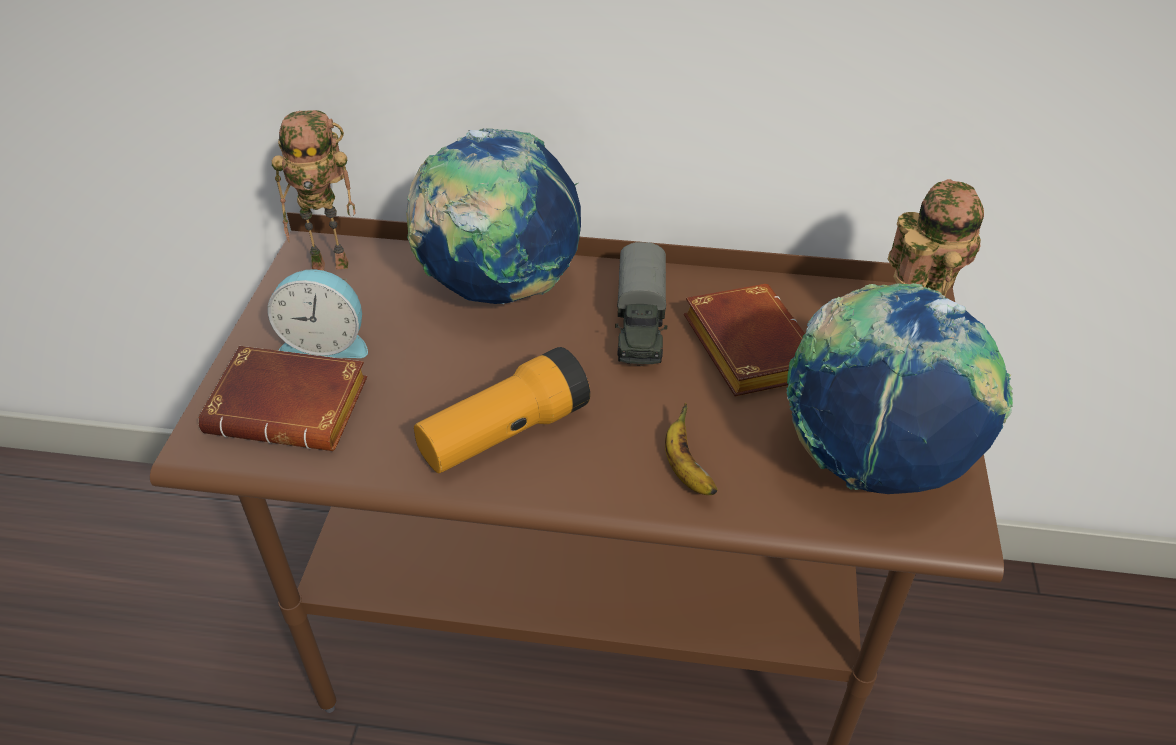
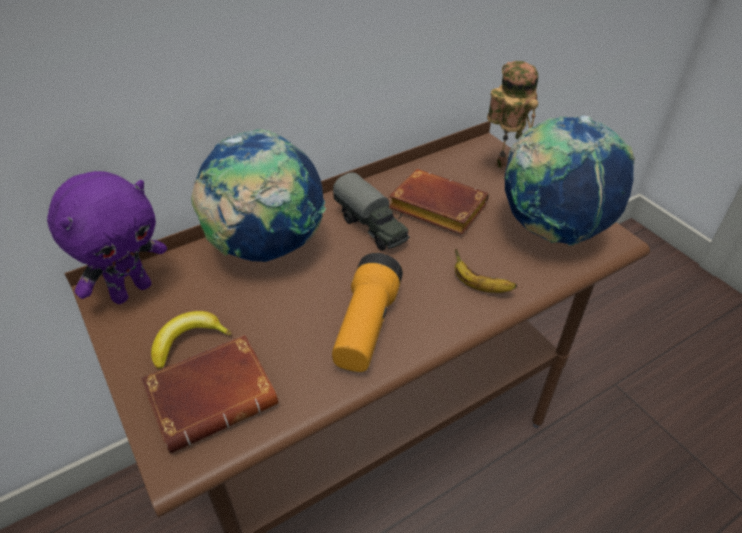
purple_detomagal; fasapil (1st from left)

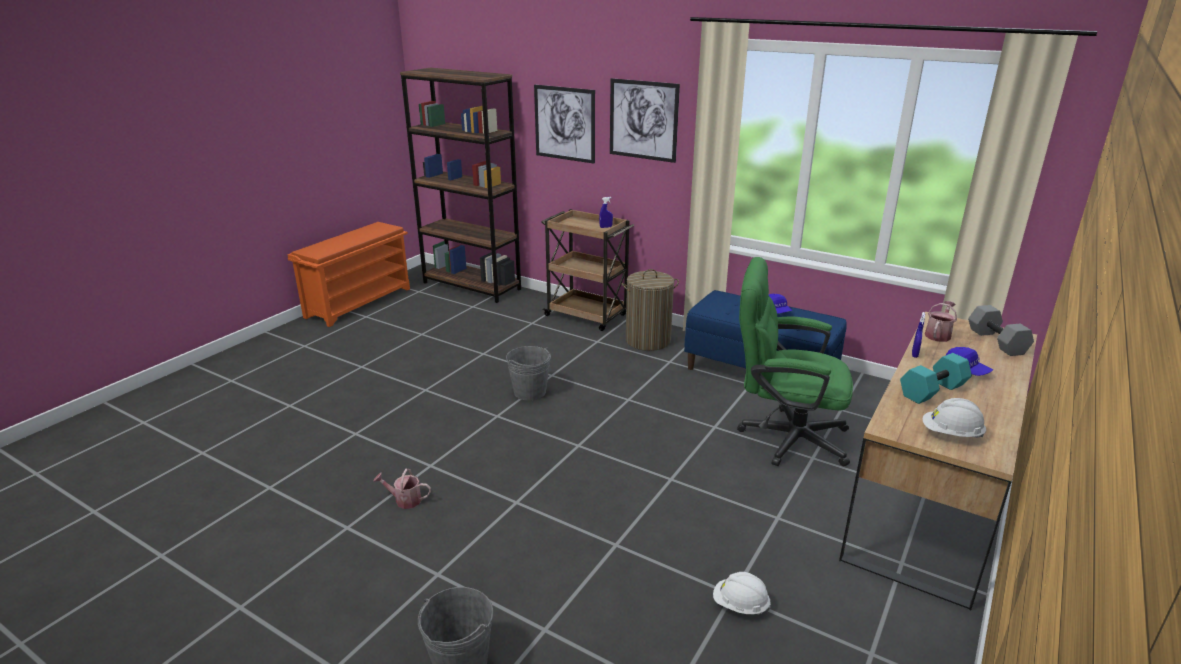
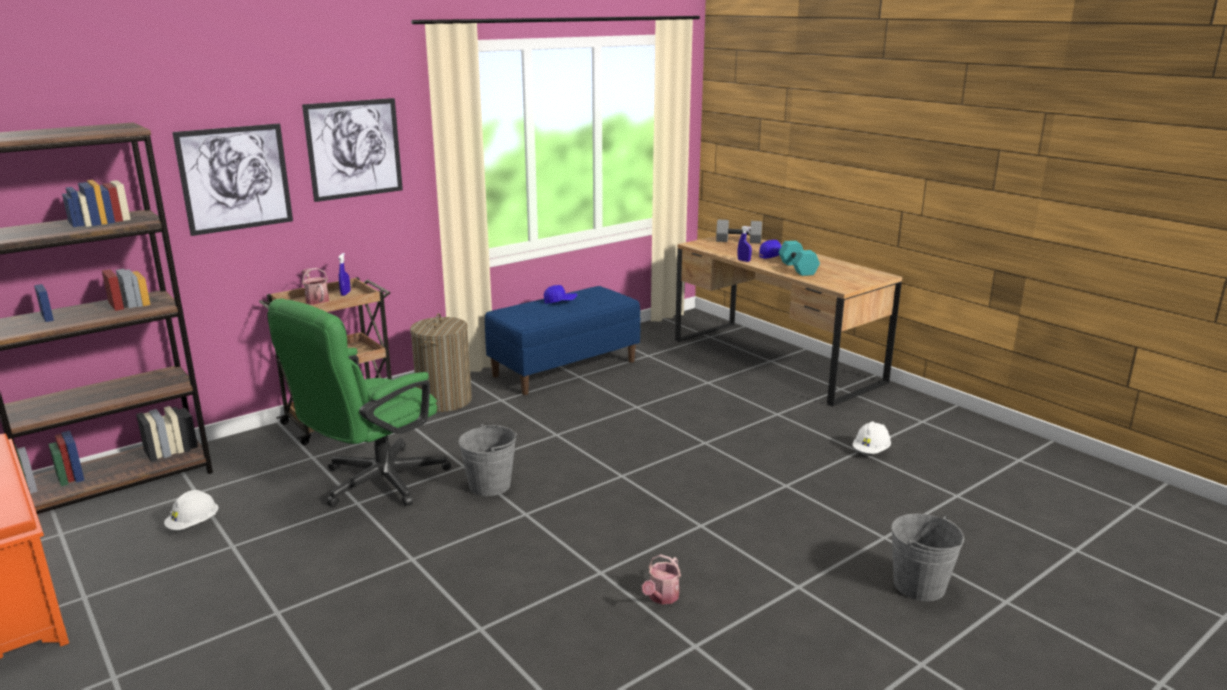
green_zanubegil; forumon (1st from left); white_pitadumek (1st from left)

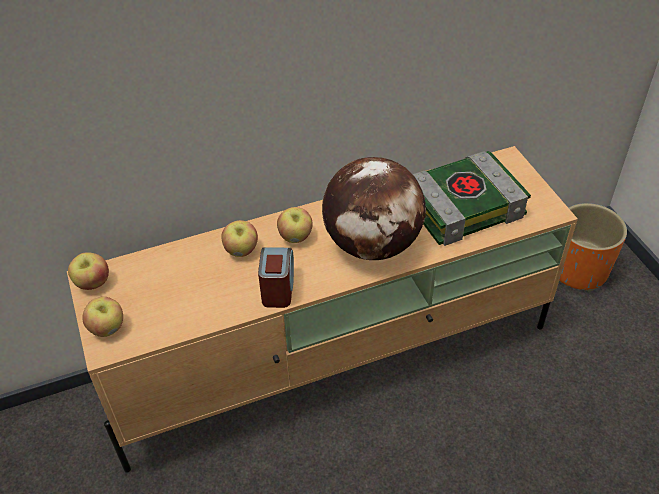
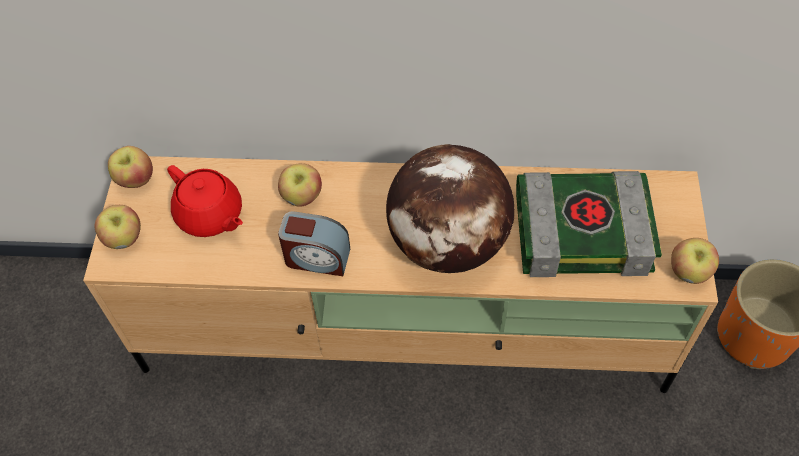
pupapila (4th from left); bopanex; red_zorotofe

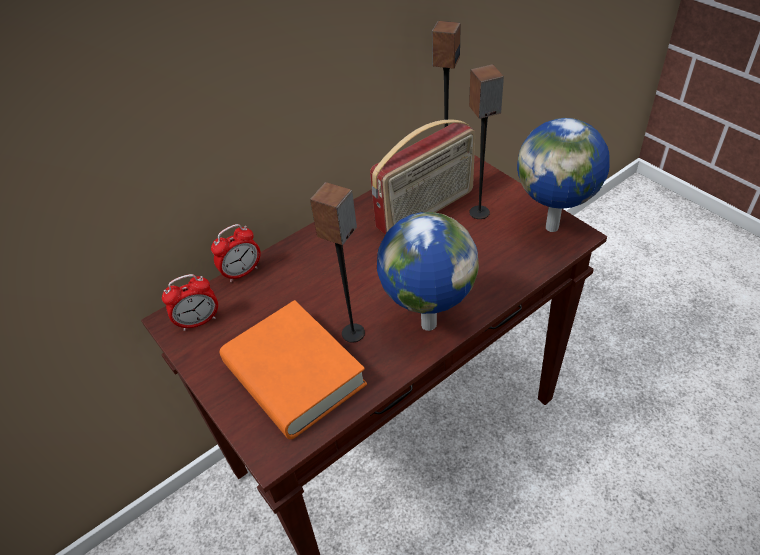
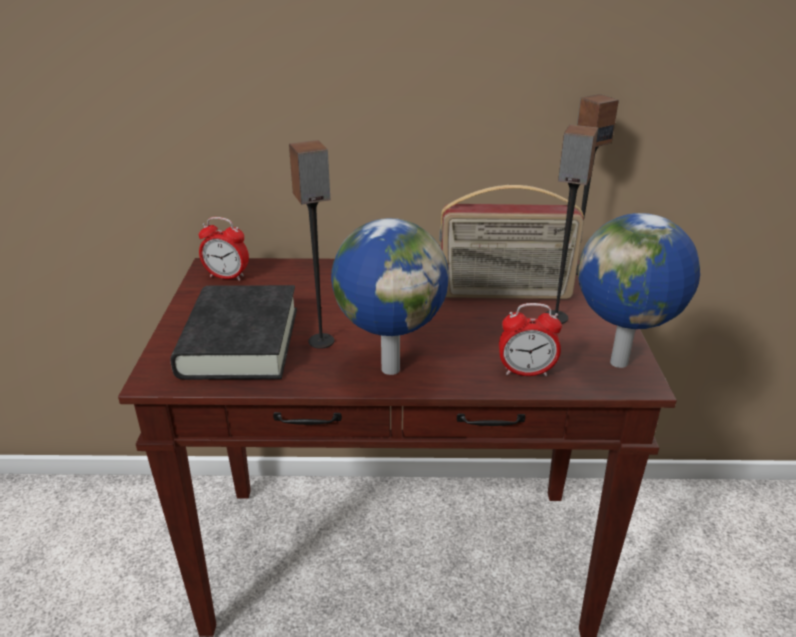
bopanex (2nd from left); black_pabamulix

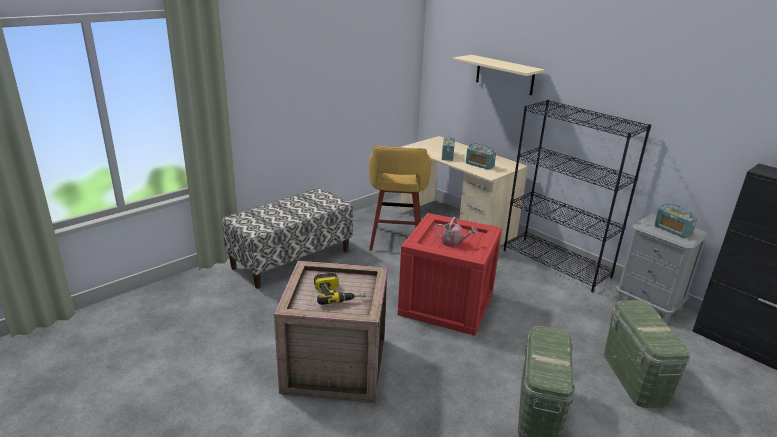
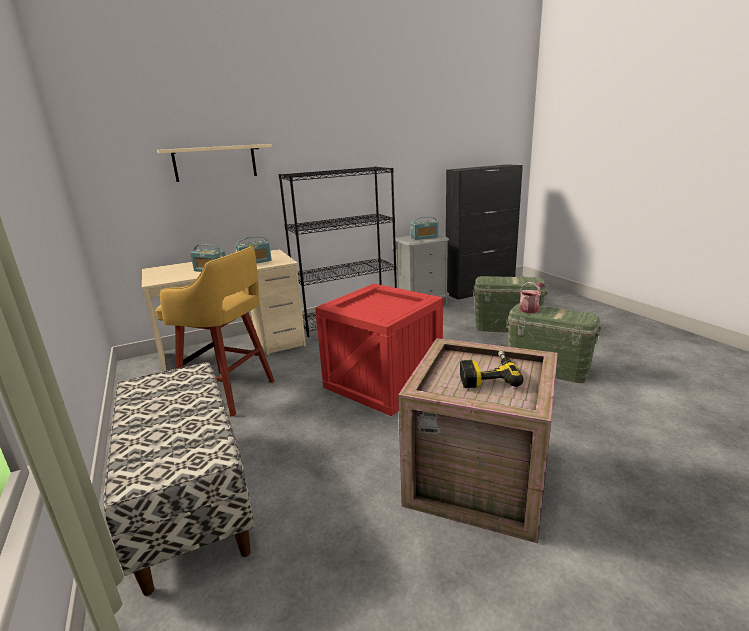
forumon

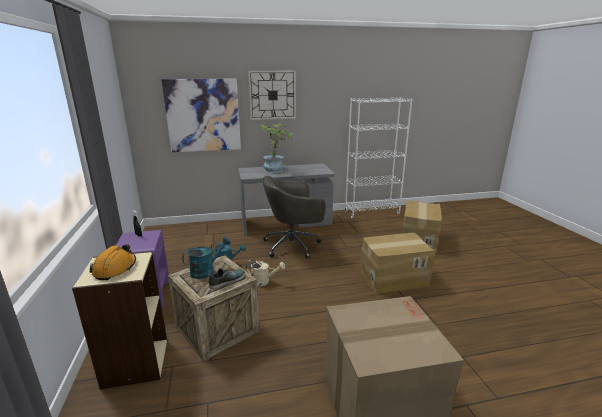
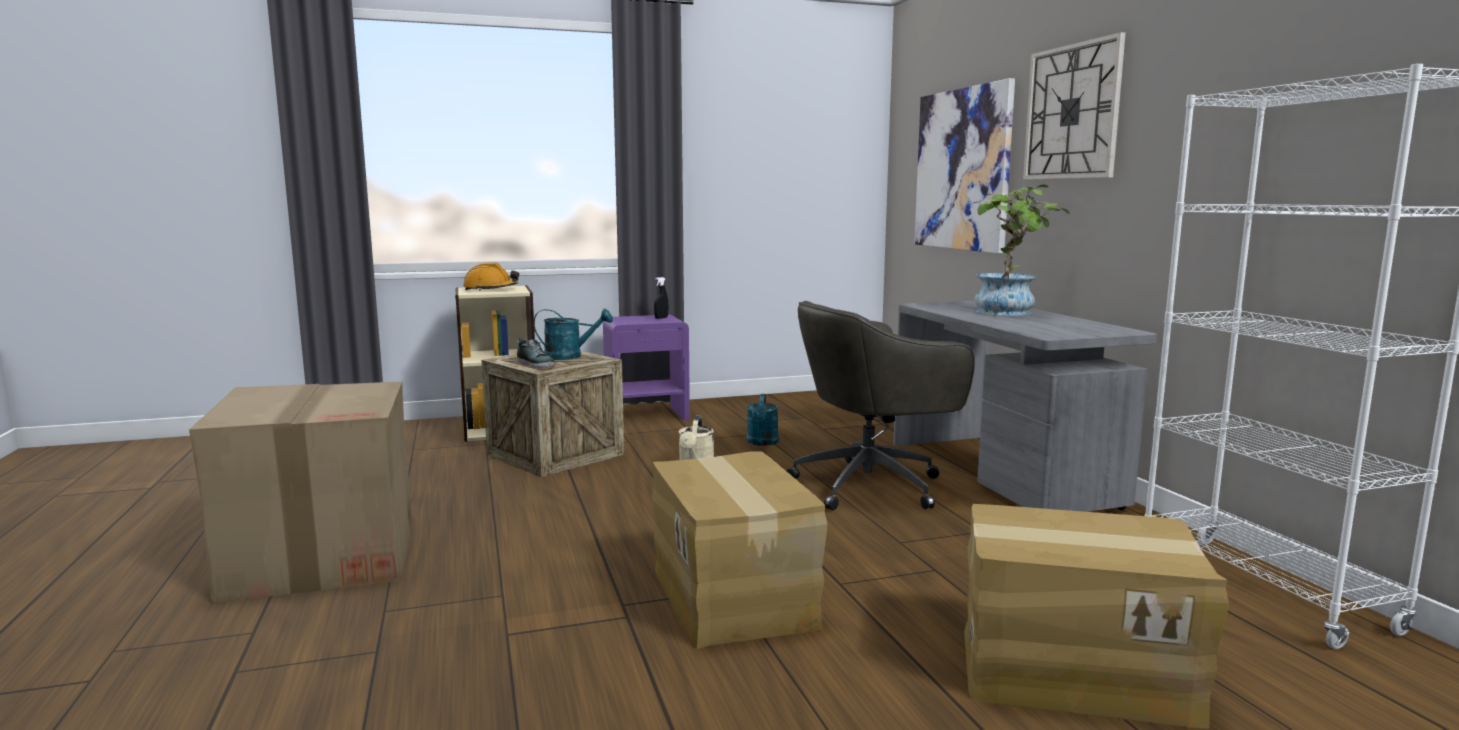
grey_zanubegil; turquoise_forumon (1st from left)

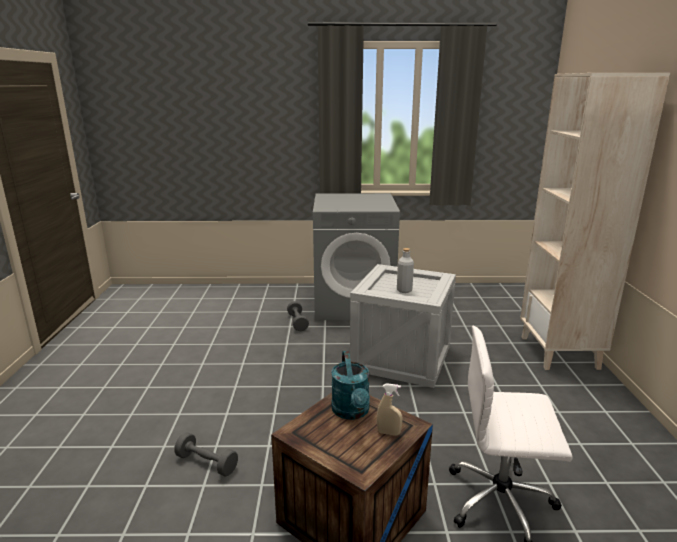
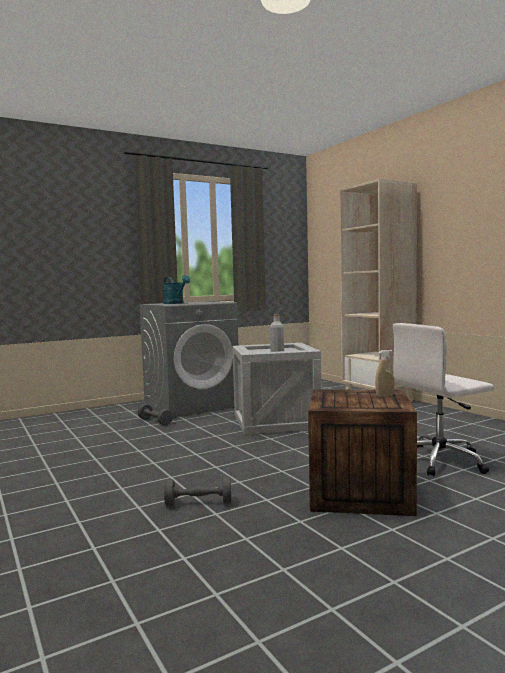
turquoise_forumon

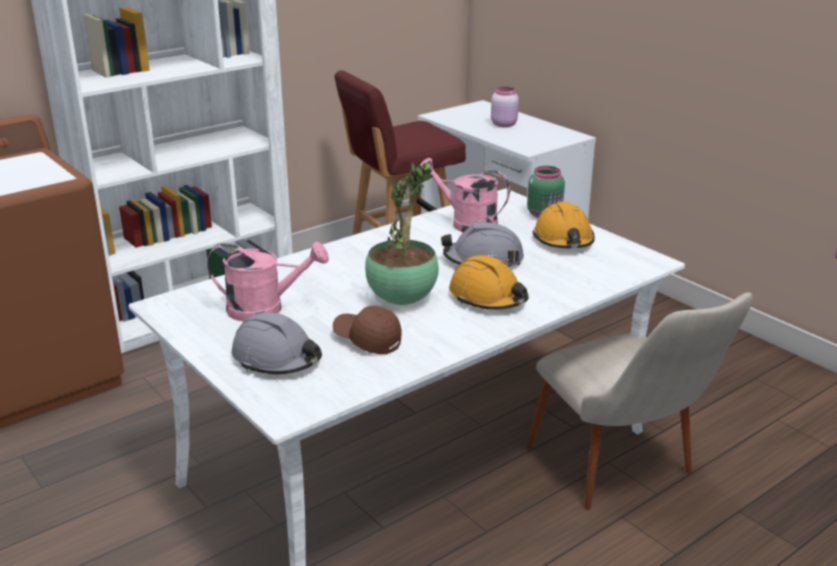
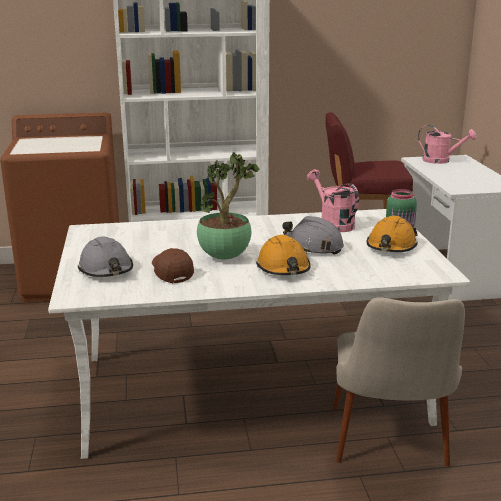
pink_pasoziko; pink_forumon (2nd from left)

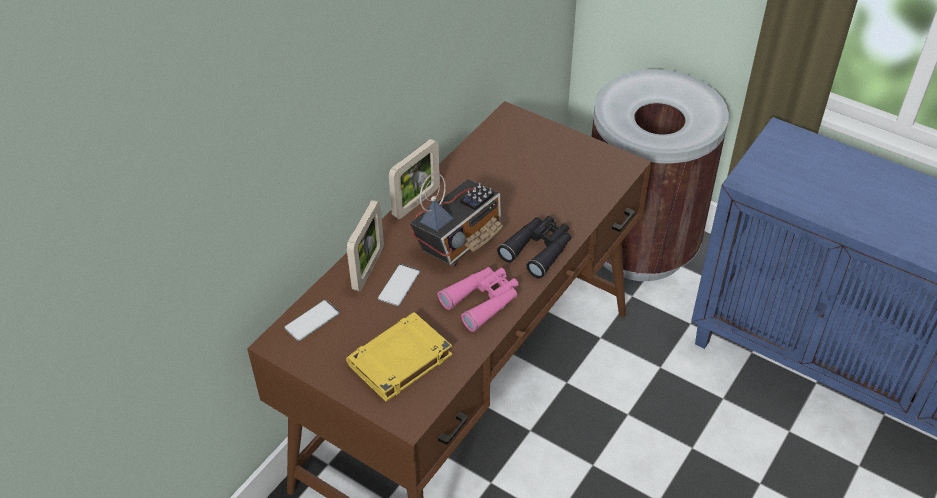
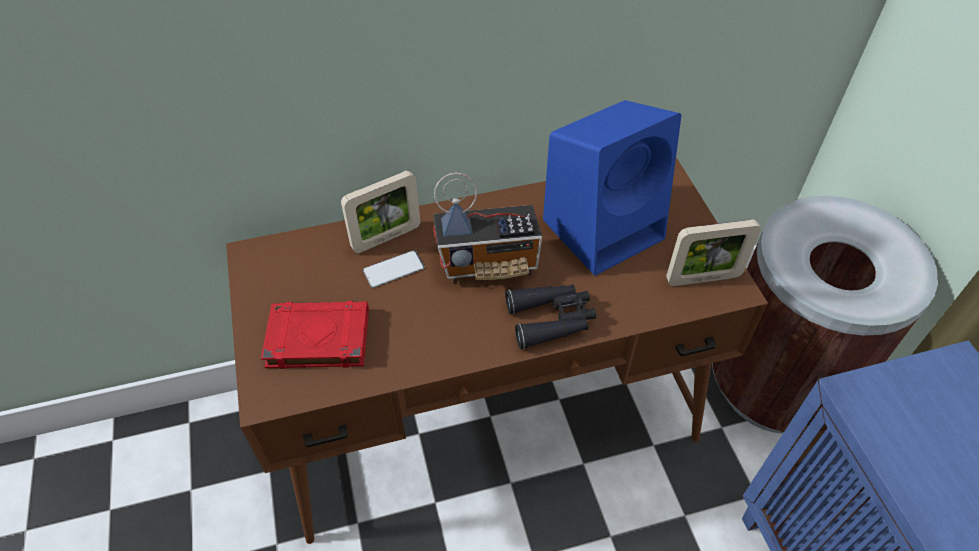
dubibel (2nd from left); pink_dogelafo; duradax (1st from left in the first image); red_pabamulix; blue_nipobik

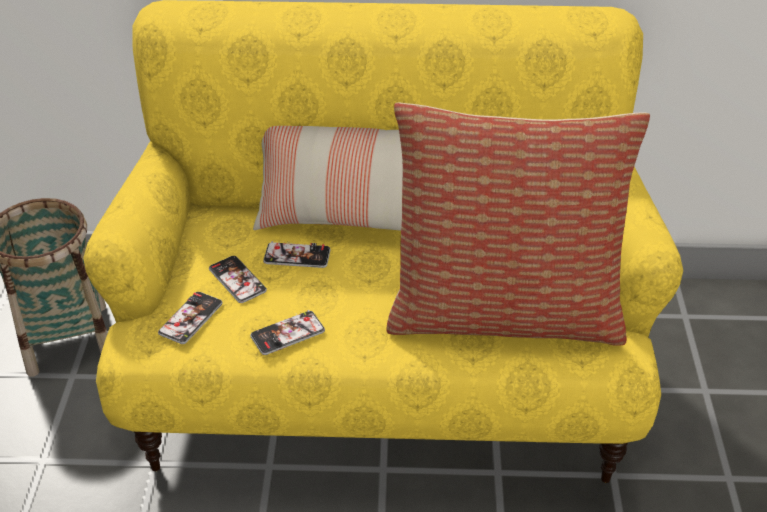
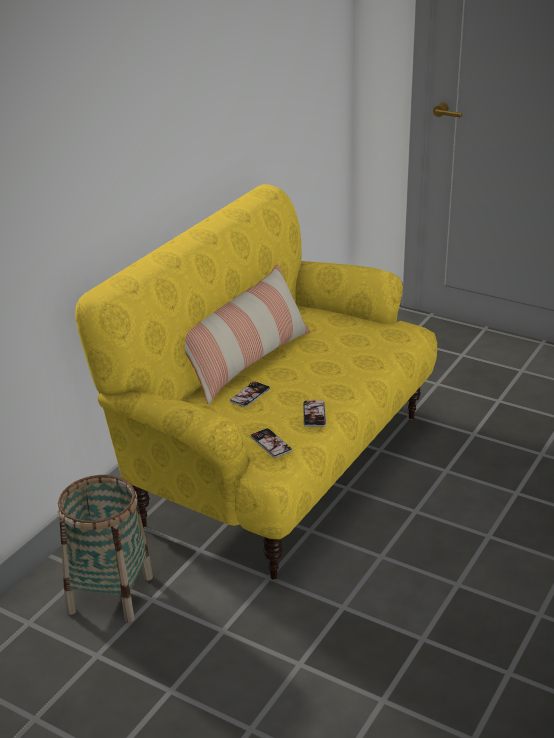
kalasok (2nd from left in the first image); duradax (2nd from left in the first image)

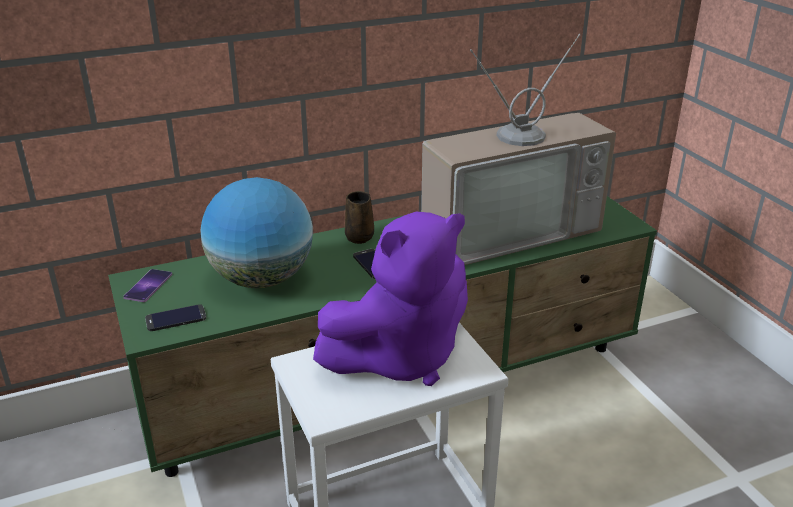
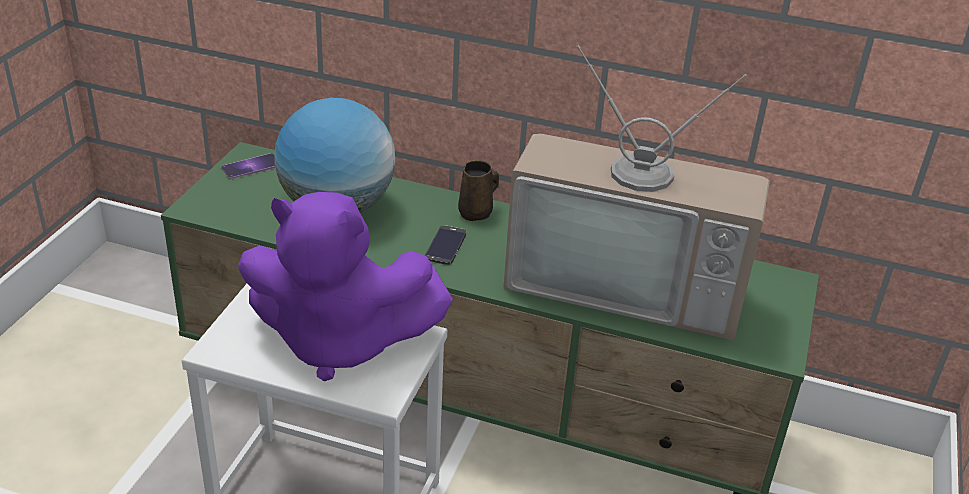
duradax (2nd from left in the first image)

